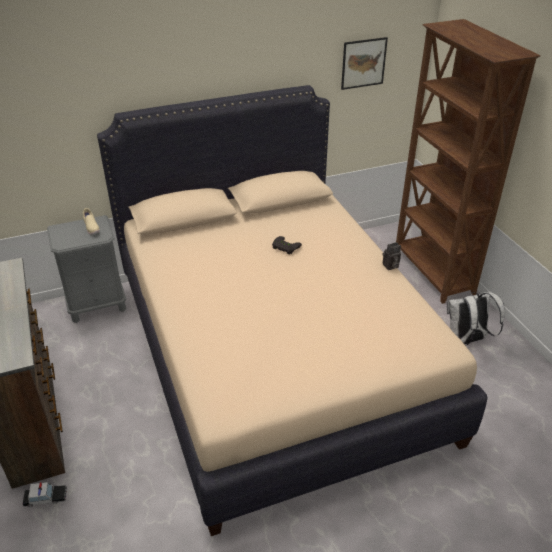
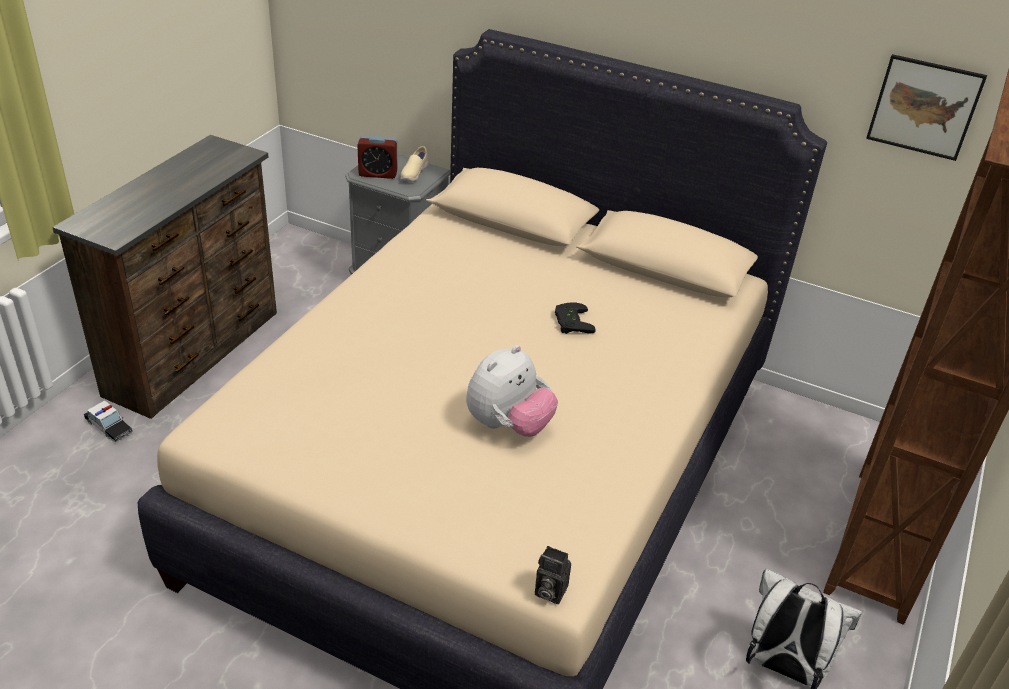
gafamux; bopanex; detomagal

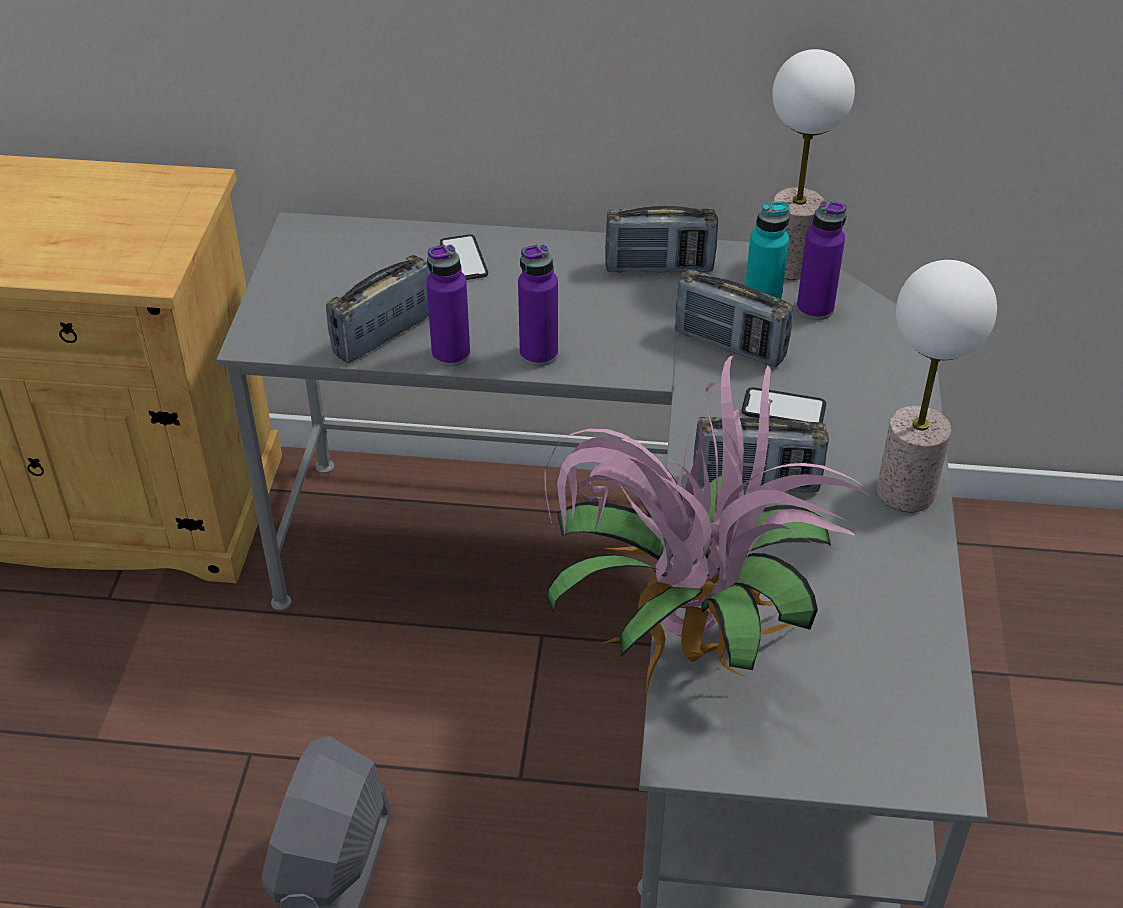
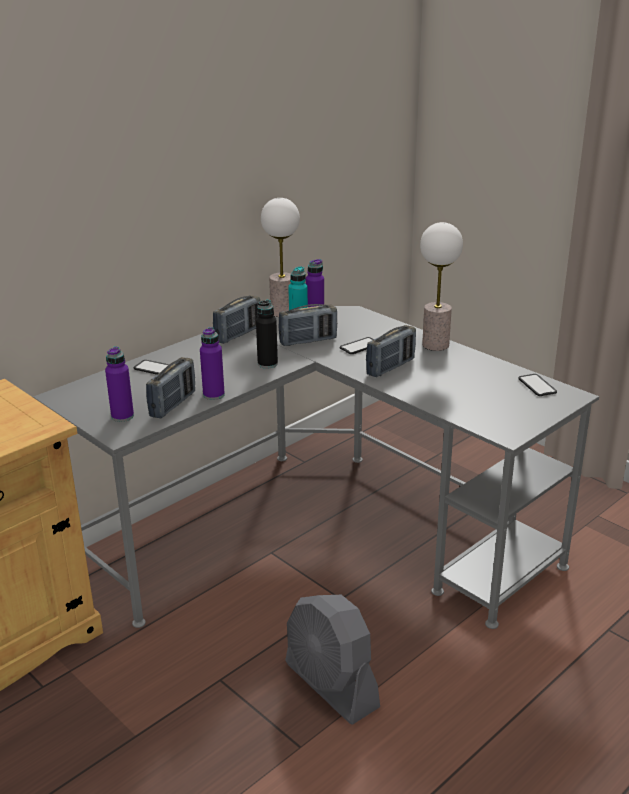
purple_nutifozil (1st from left); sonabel (1st from left); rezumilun; black_nutifozil; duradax (3rd from left)

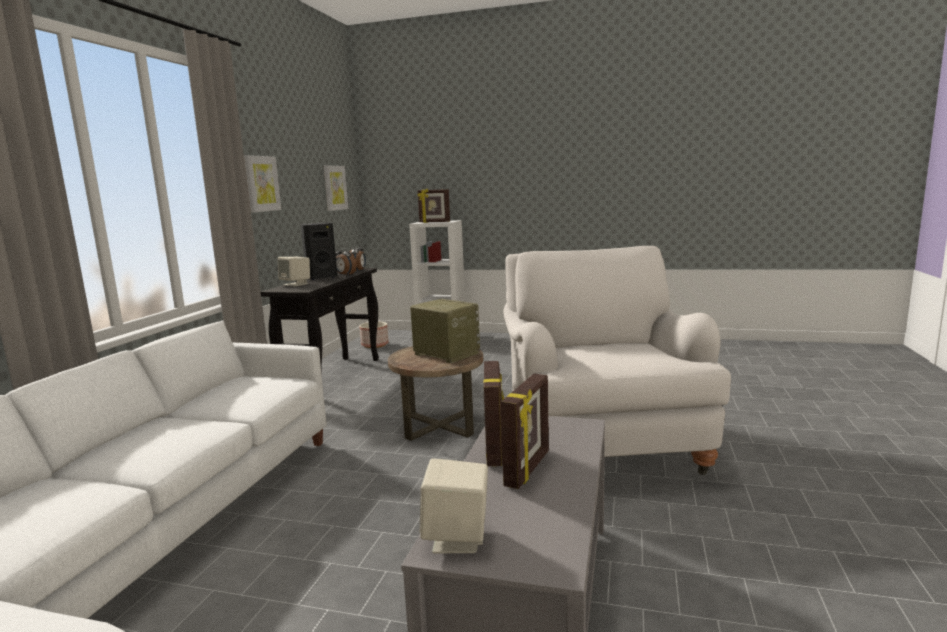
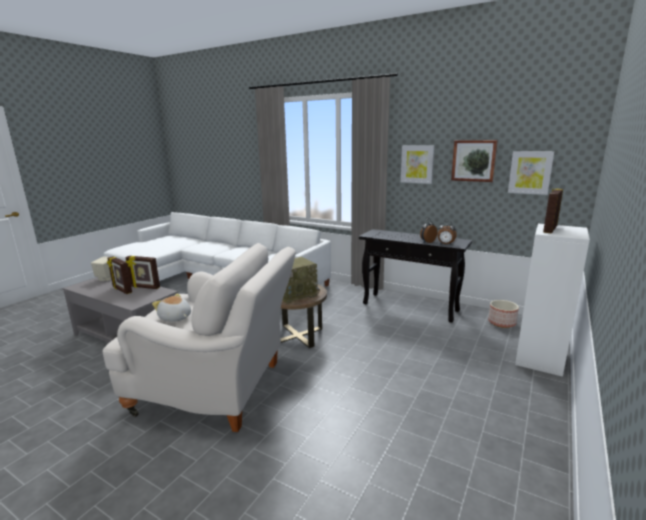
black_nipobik; beige_nipobik (1st from left in the first image); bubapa (2nd from left); detomagal

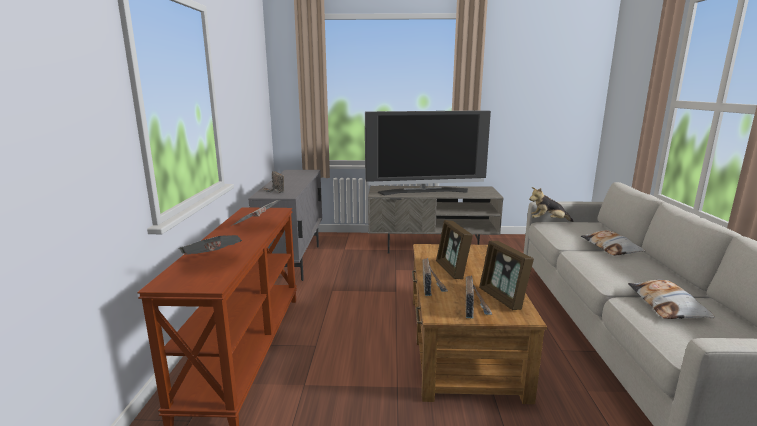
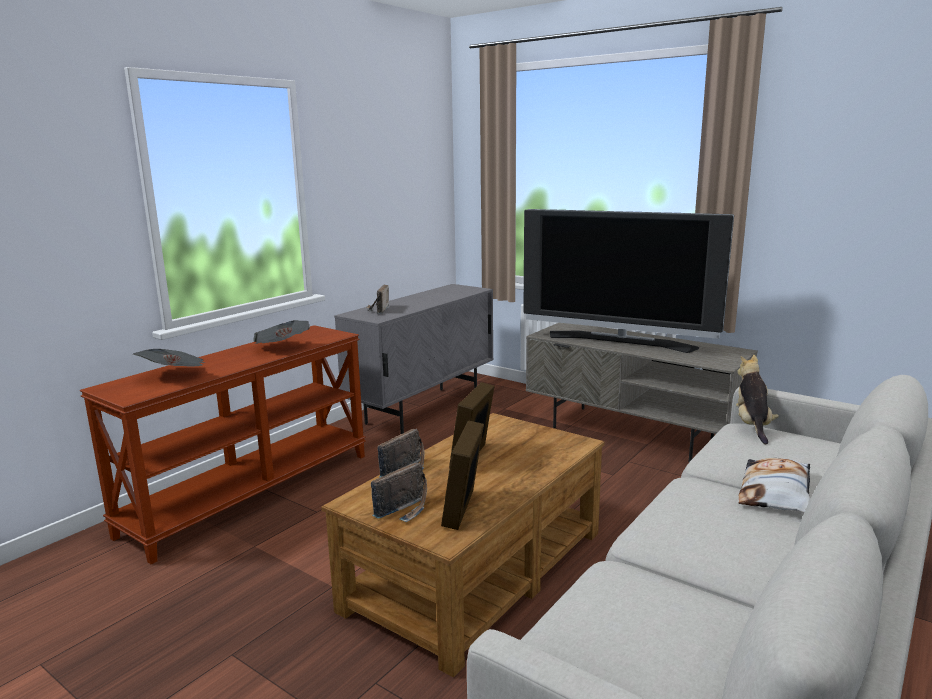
detomagal; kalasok (2nd from left in the first image)

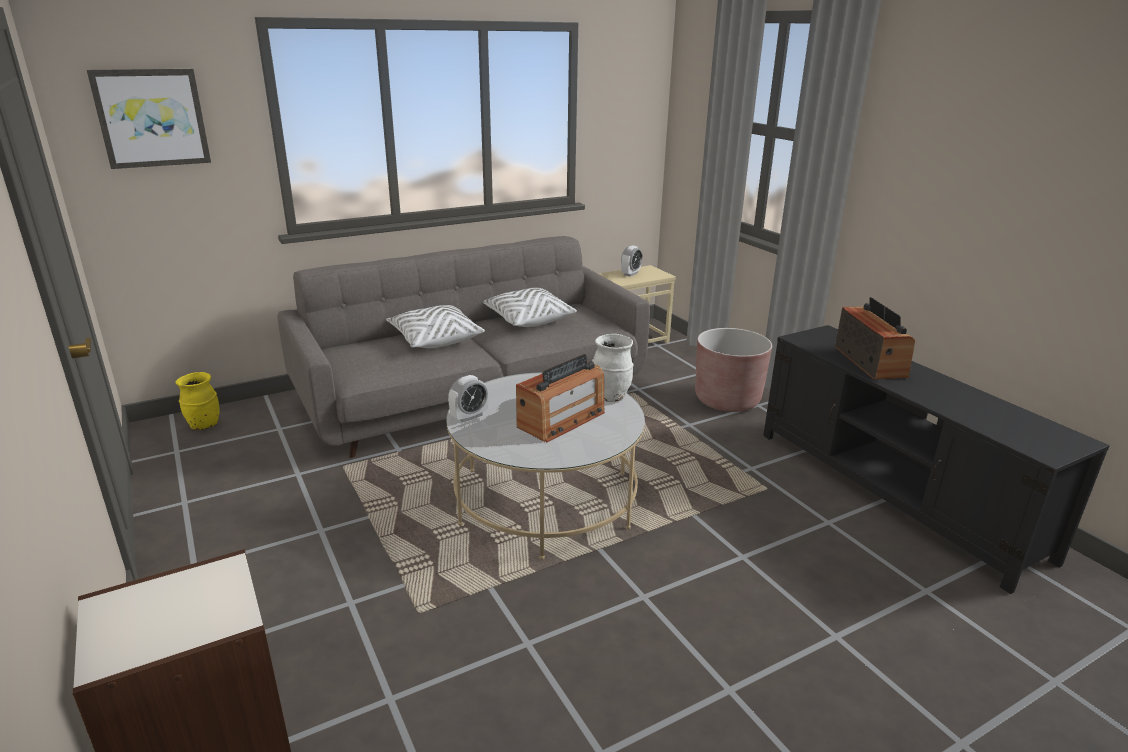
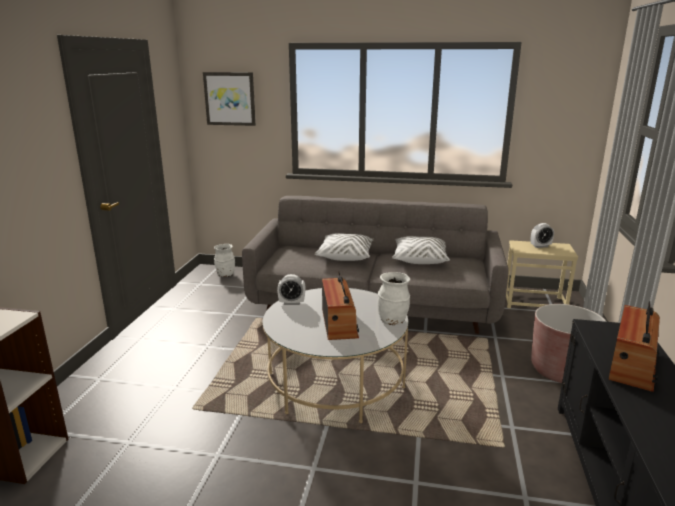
sonabel (1st from left); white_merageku (1st from left)

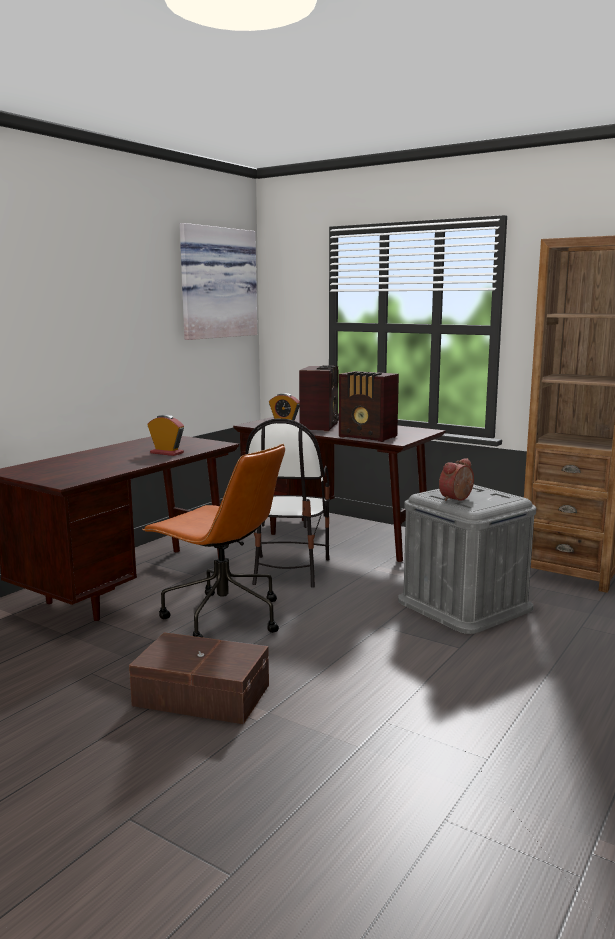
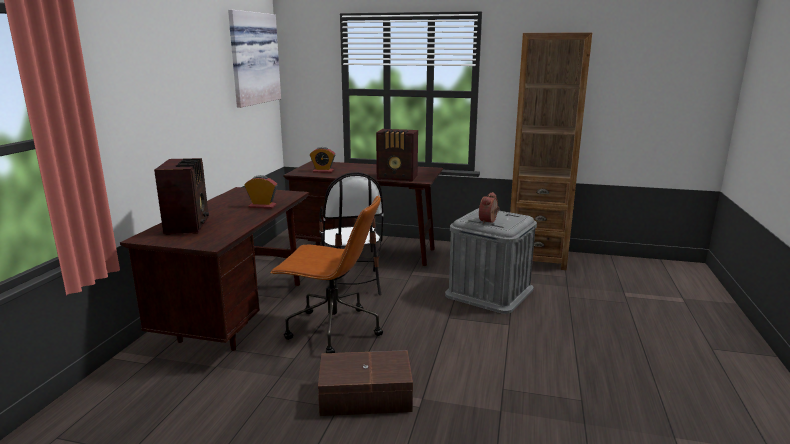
sonabel (1st from left)

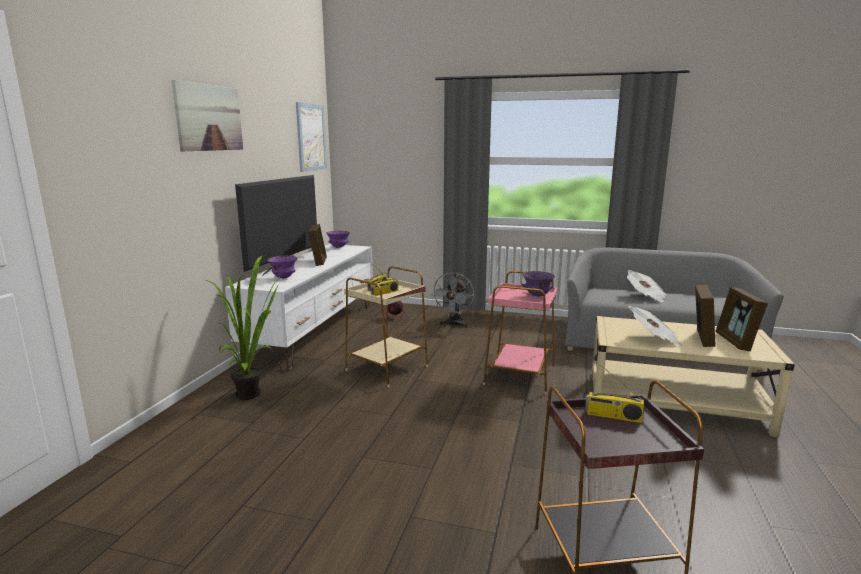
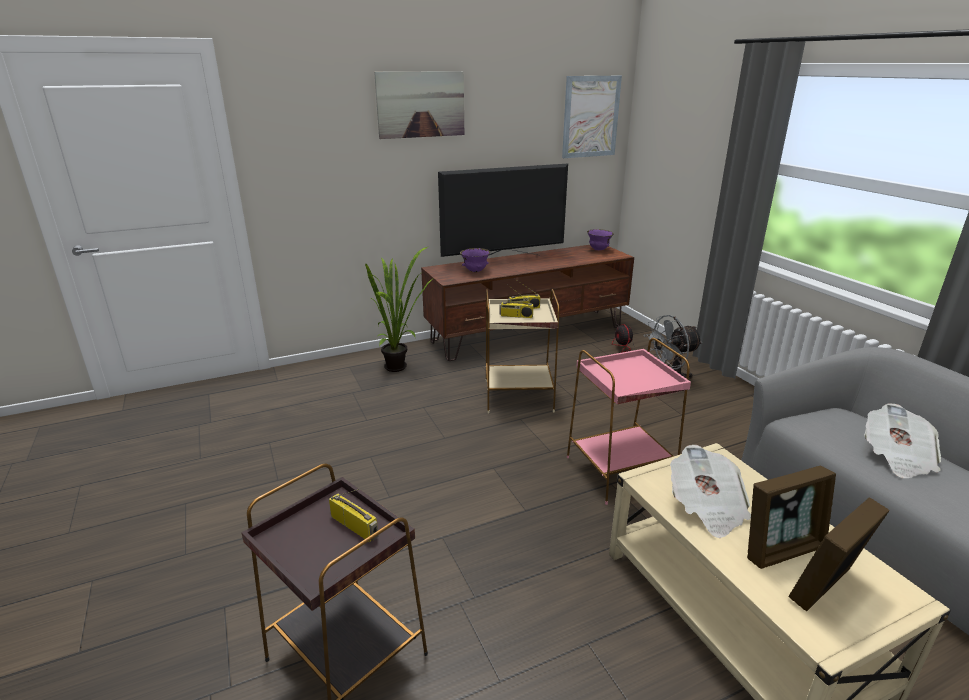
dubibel (1st from left in the first image); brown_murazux; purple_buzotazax (3rd from left in the first image); sonabel (1st from left)

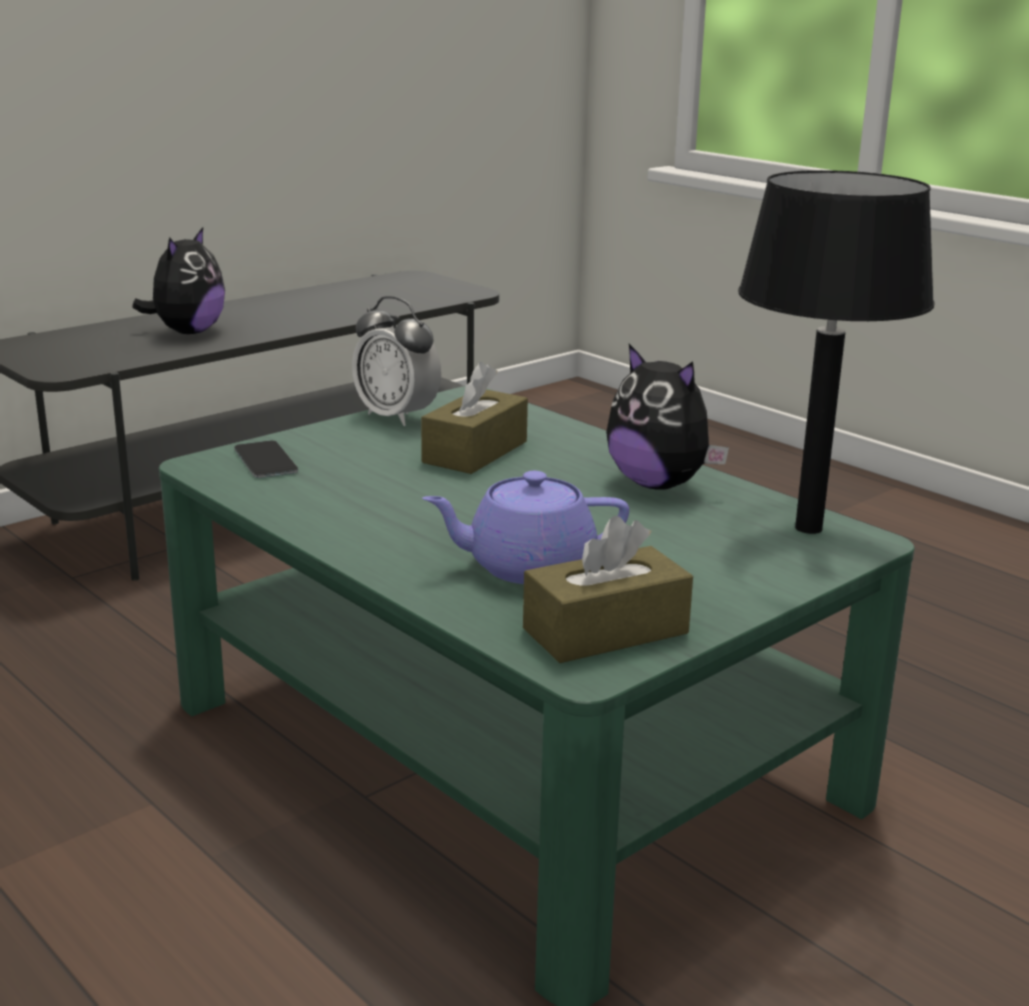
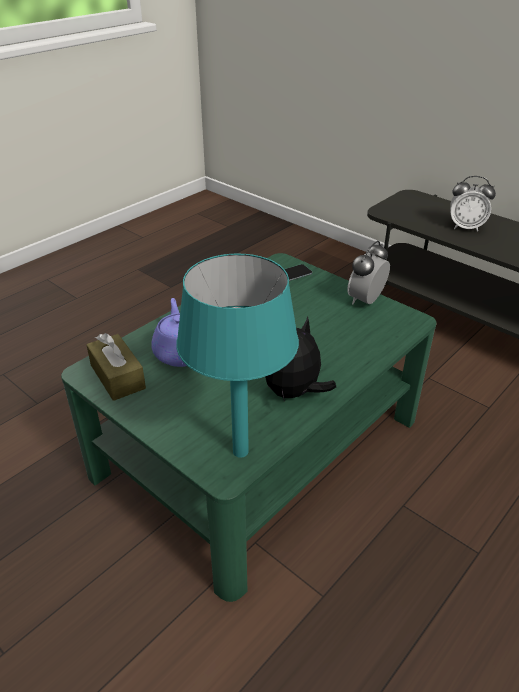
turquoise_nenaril; bopanex (2nd from left); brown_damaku (1st from left in the first image)

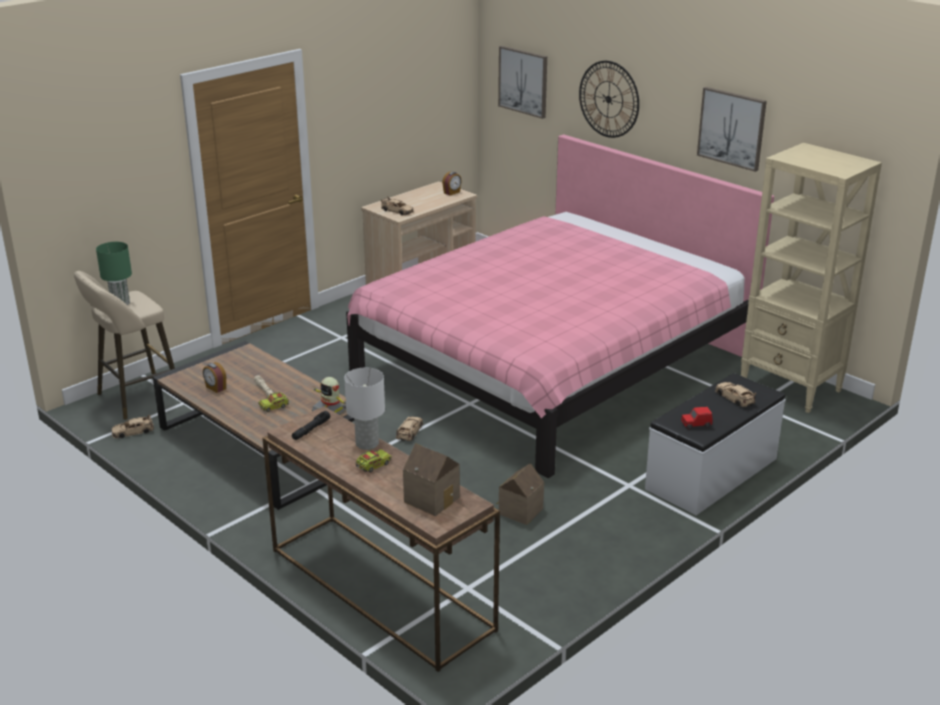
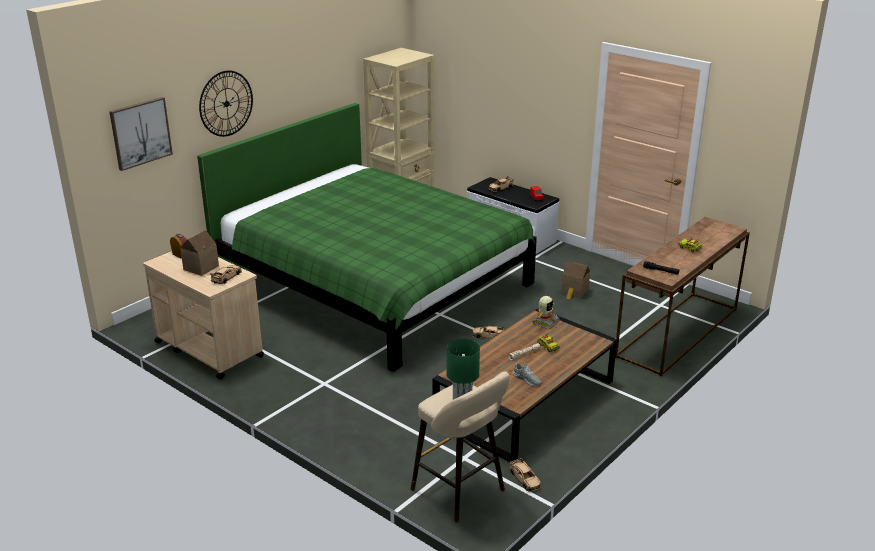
bubapa (2nd from left in the first image); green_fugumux; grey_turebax; white_nenaril; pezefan (1st from left)

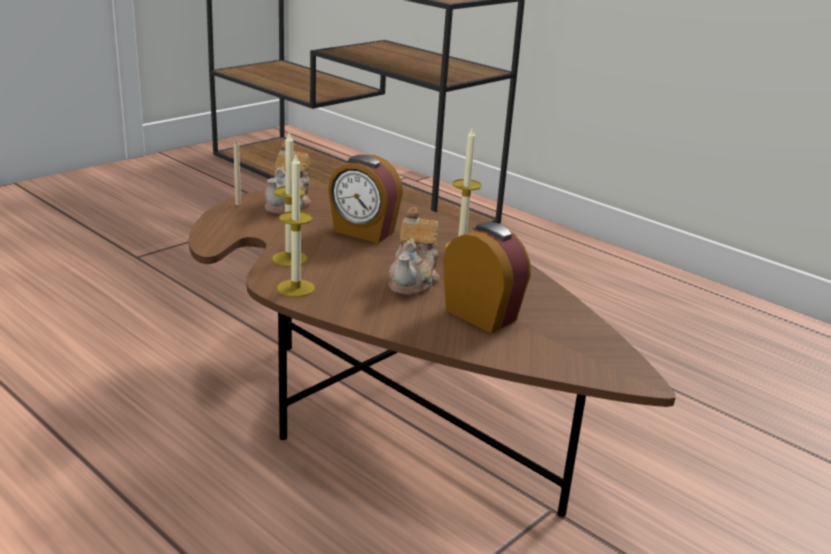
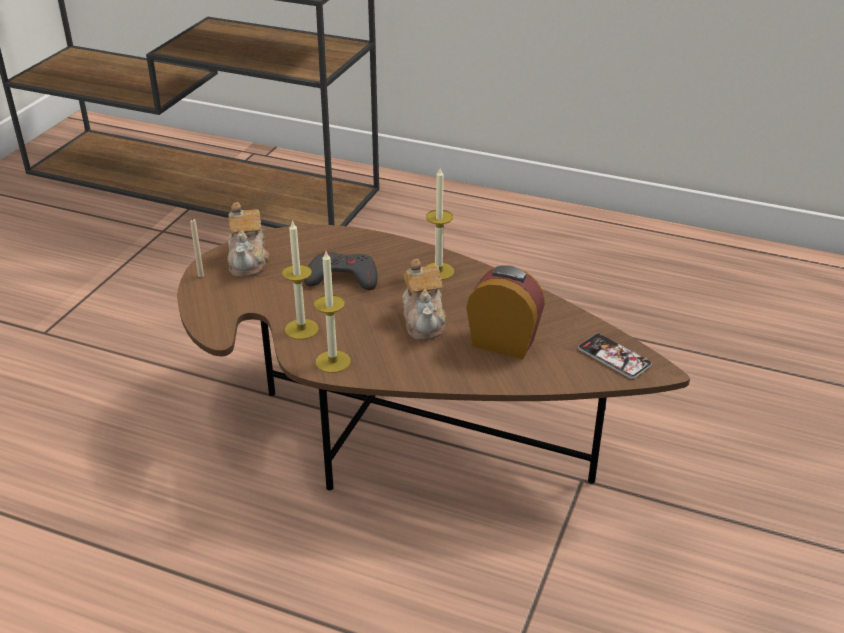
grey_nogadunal; duradax

